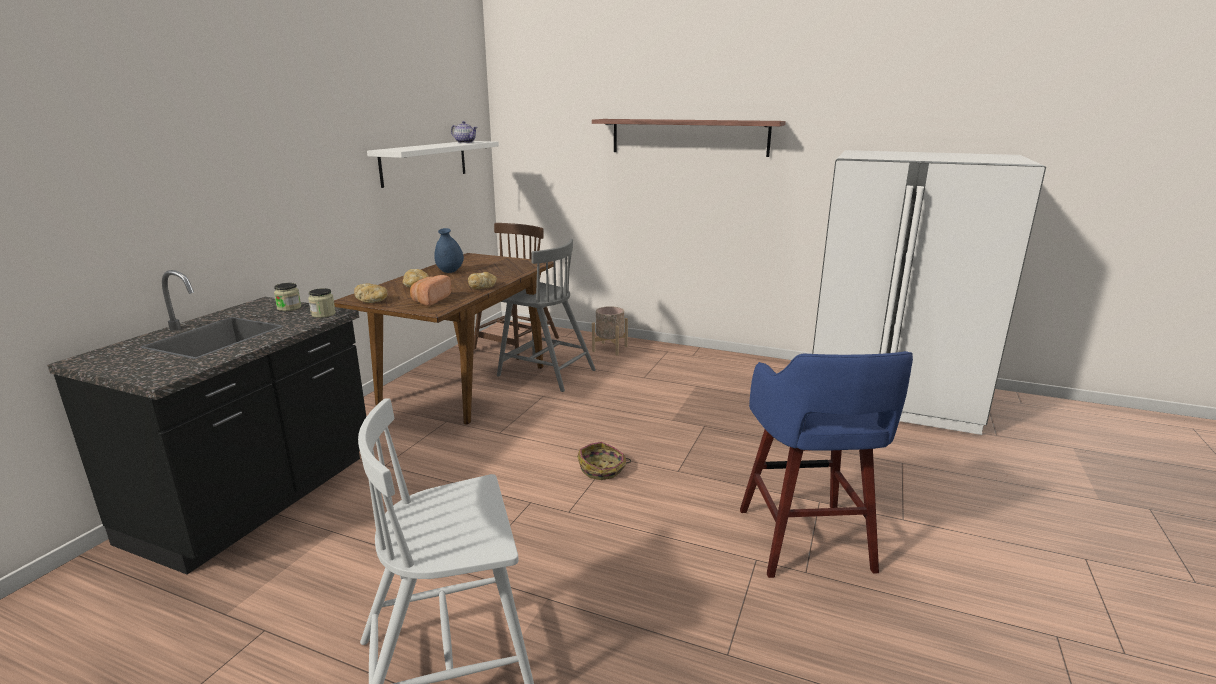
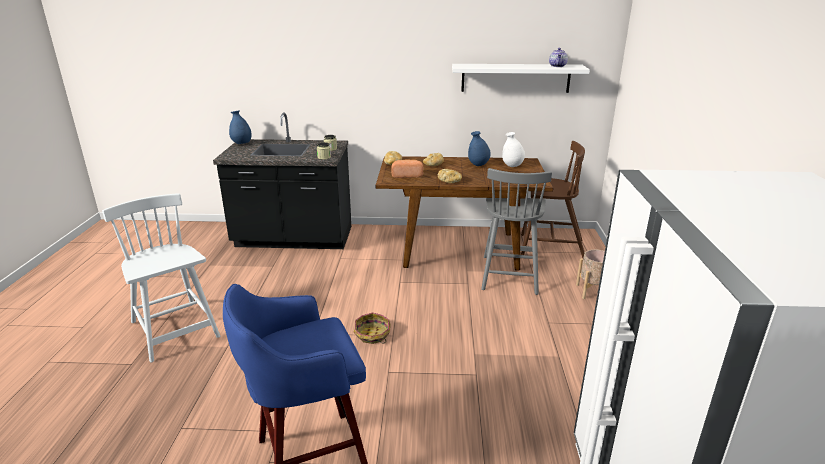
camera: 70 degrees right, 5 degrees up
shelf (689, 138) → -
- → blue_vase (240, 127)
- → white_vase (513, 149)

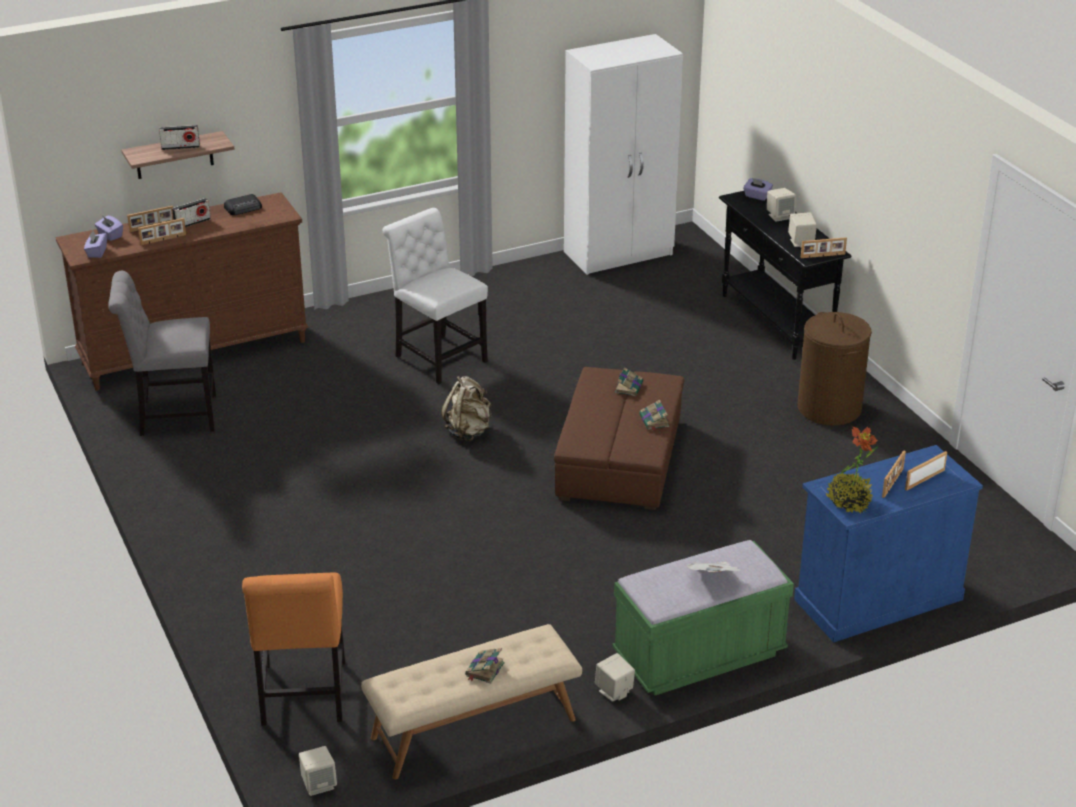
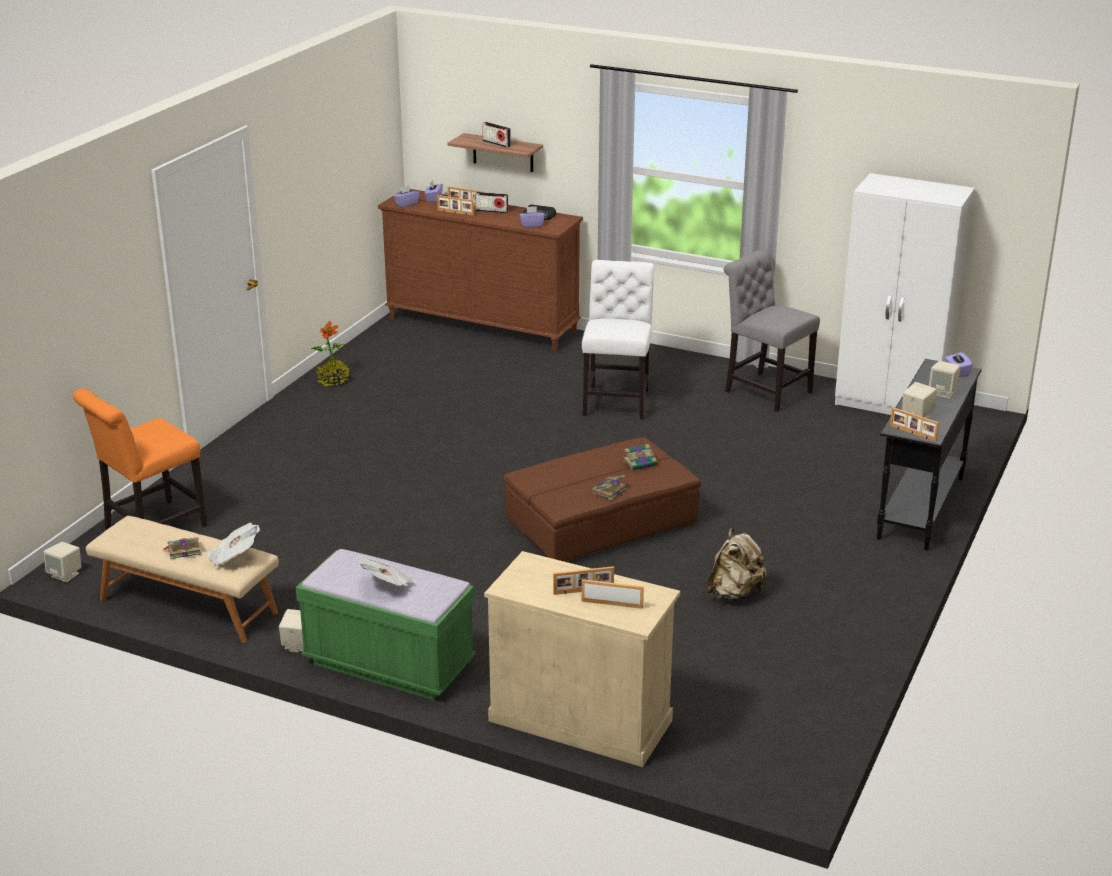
camera: 50 degrees right, 5 degrees down
brown_laundry_basket (835, 369) → -
- → newspaper (233, 544)
- → purple_tissue_box (532, 216)
grey_chair (162, 353) → grey_chair (772, 330), moved
beige_backpack (466, 408) → beige_backpack (737, 564), moved
potted_plant (852, 470) → potted_plant (330, 354), moved
blue_cabinet (888, 543) → beige_cabinet (582, 659)

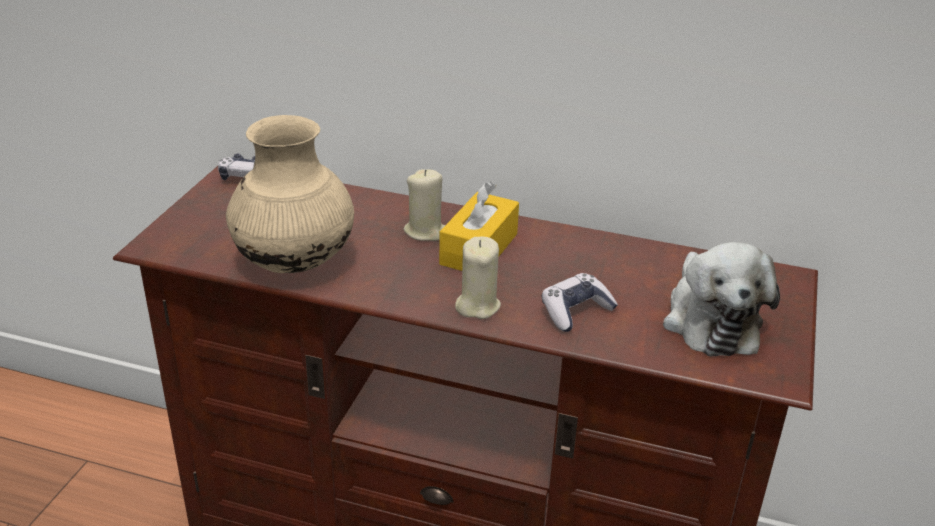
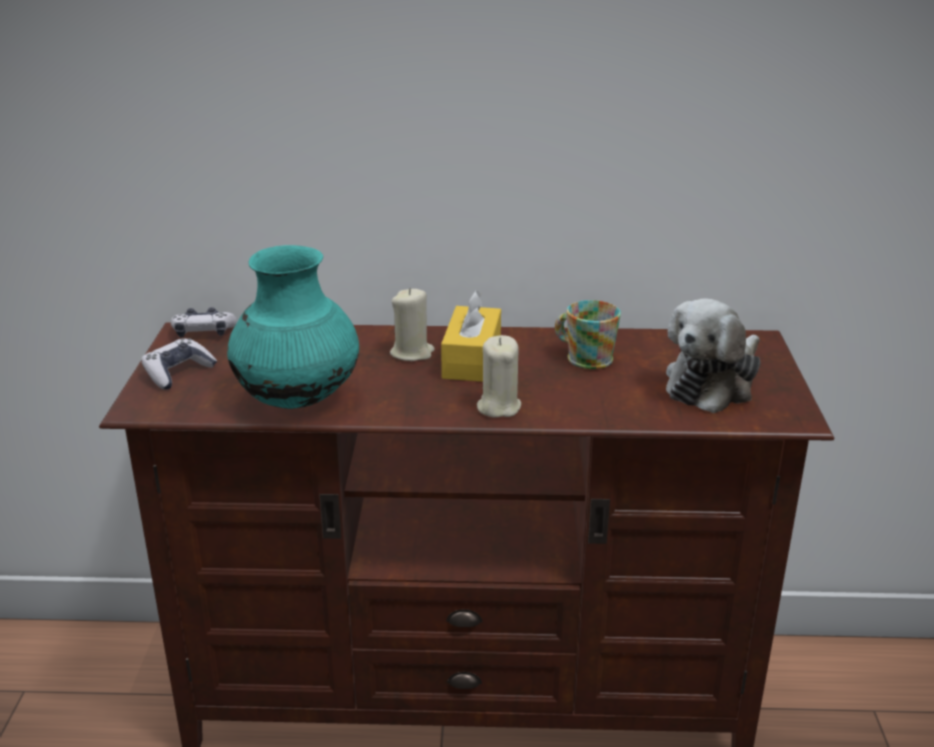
camera: 15 degrees left, 5 degrees down
- → mug (588, 334)
game_controller (580, 302) → game_controller (179, 364), moved
beige_vase (290, 194) → turquoise_vase (293, 327)
plush_toy (721, 299) → plush_toy (713, 355), 60 degrees clockwise

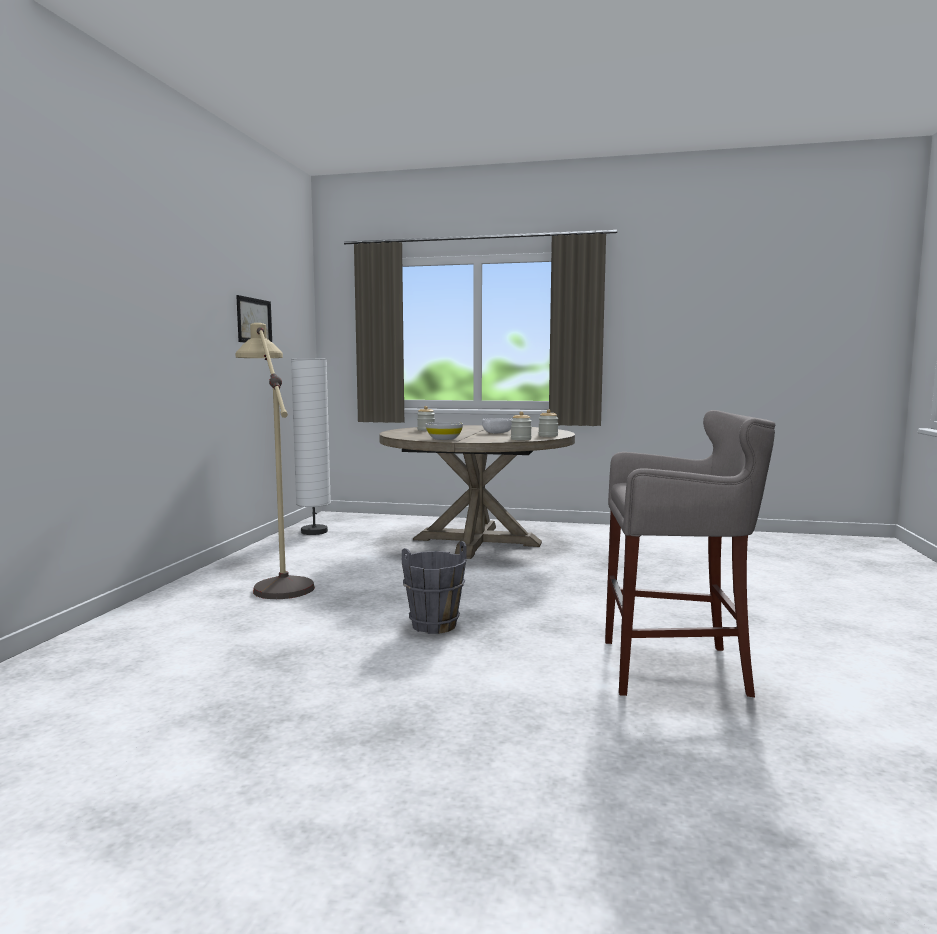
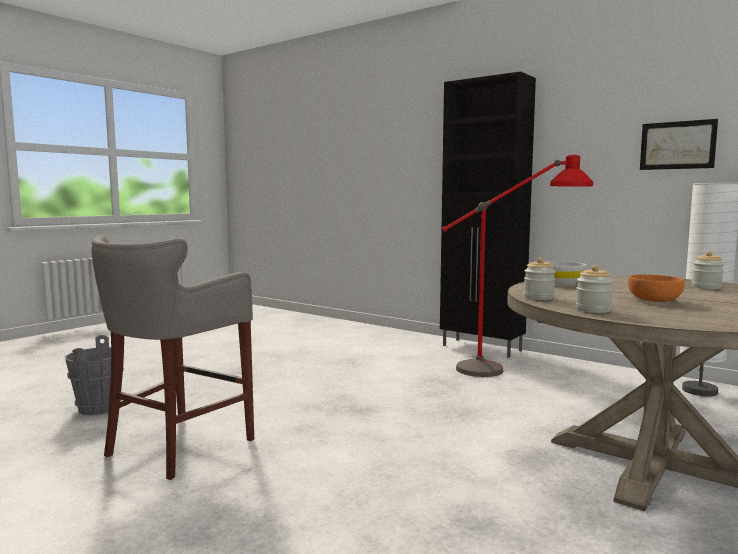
camera: 115 degrees right, 0 degrees up
- → black_cabinet (488, 214)
grey_bucket (434, 587) → grey_bucket (94, 375), moved
beige_floor_lamp (275, 461) → red_floor_lamp (517, 266)
white_bowl (497, 425) → orange_bowl (656, 288)

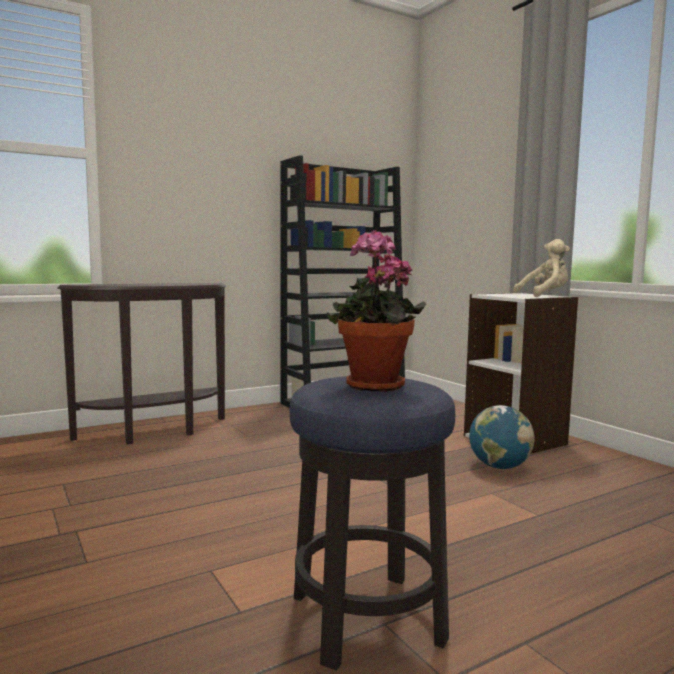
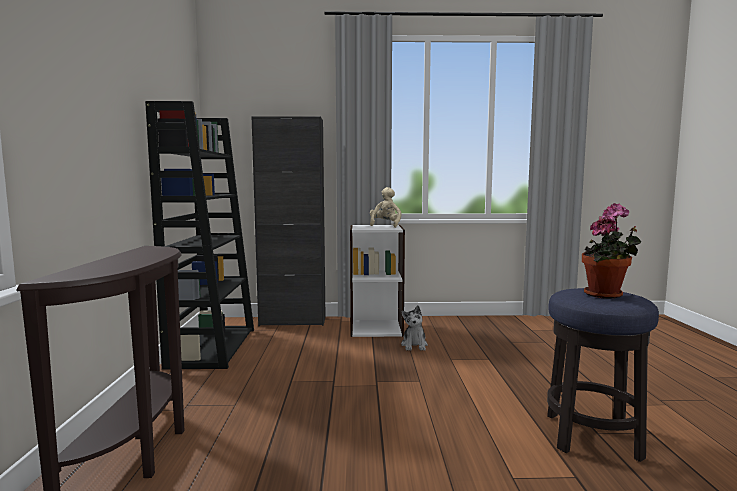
camera: 60 degrees left, 0 degrees up
- → black_cabinet (288, 221)
globe (502, 437) → plush_toy (414, 328)

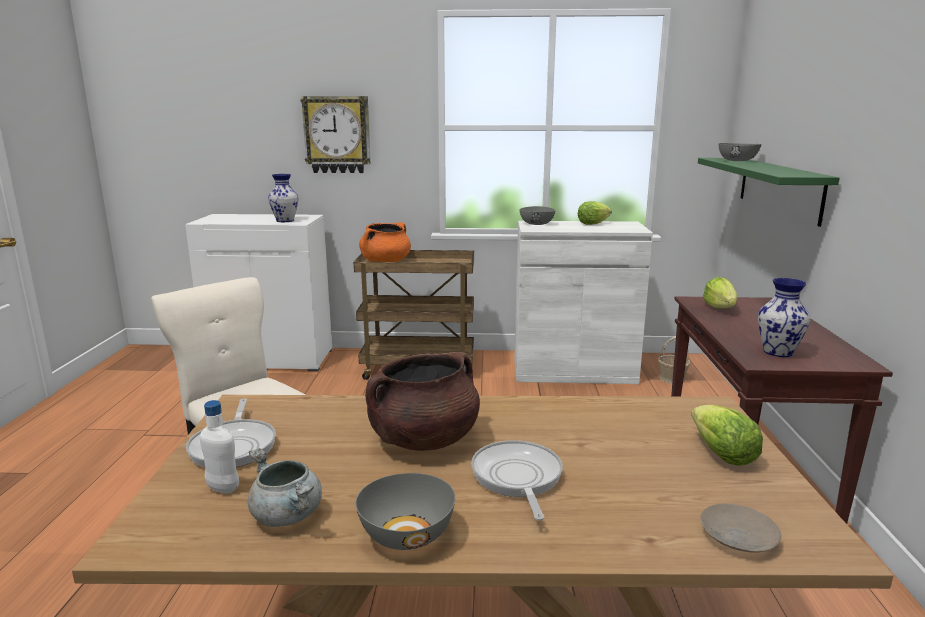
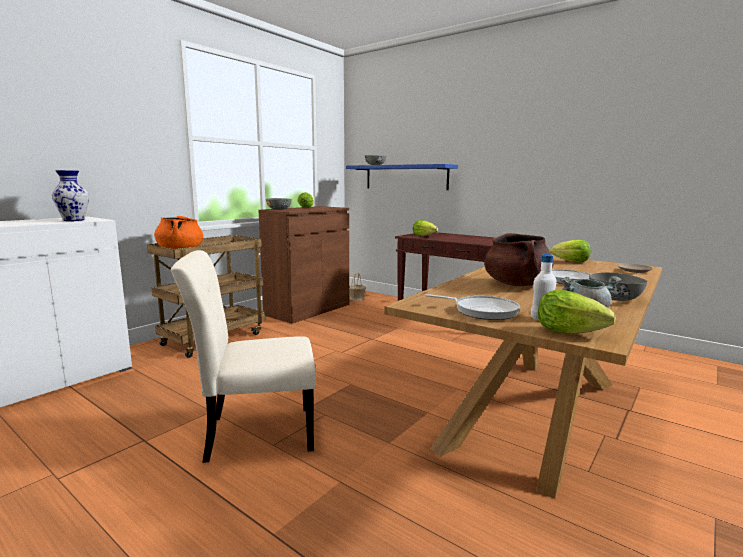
camera: 55 degrees left, 5 degrees down
wall_clock (335, 134) → -
vase (784, 317) → -
- → lettuce (577, 312)
white_cabinet (583, 302) → brown_cabinet (304, 265)
green_shelf (769, 192) → blue_shelf (402, 177)

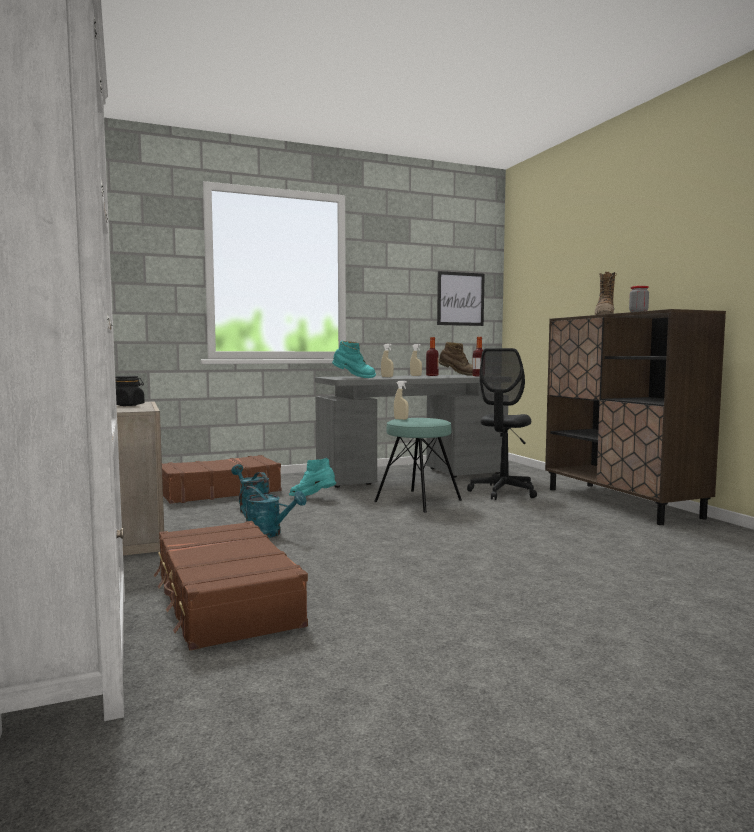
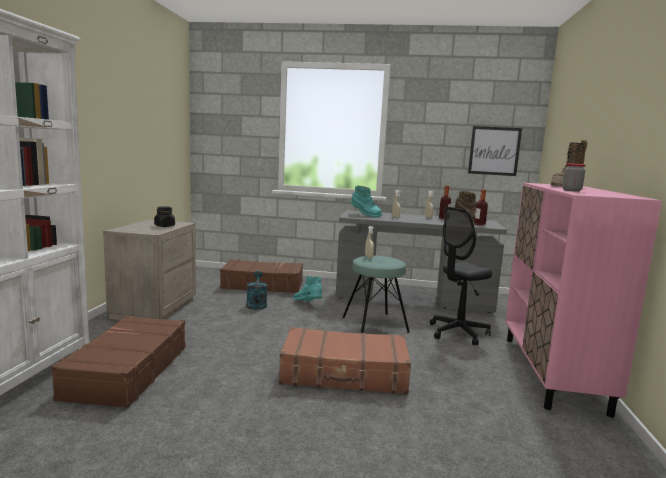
camera: 30 degrees right, 5 degrees up
turquoise_watering_can (272, 512) → -
- → brown_suitcase (345, 360)
brown_cabinet (635, 417) → pink_cabinet (583, 300)

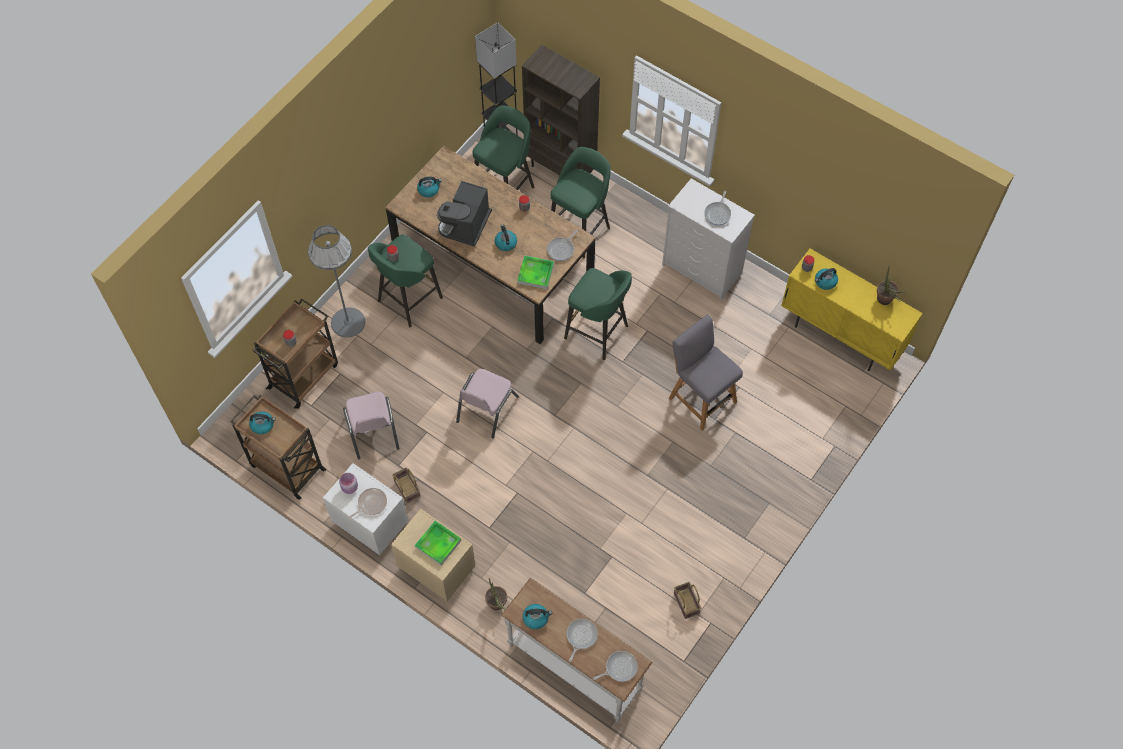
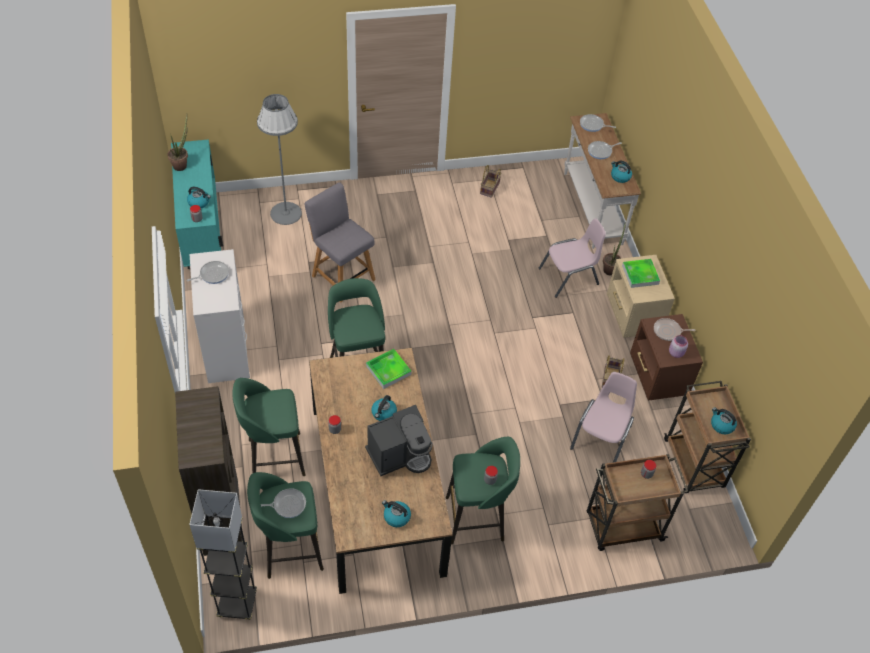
camera: 140 degrees left, 10 degrees down
grey_floor_lamp (336, 281) → grey_floor_lamp (279, 159), moved
pink_chair (487, 404) → pink_chair (572, 258), moved
frying_pan (562, 245) → frying_pan (283, 503), moved
white_nightstand (365, 509) → brown_nightstand (666, 357)
yellow_cabinet (852, 310) → turquoise_cabinet (197, 204)
grey_chair (706, 372) → grey_chair (340, 242), 135 degrees clockwise

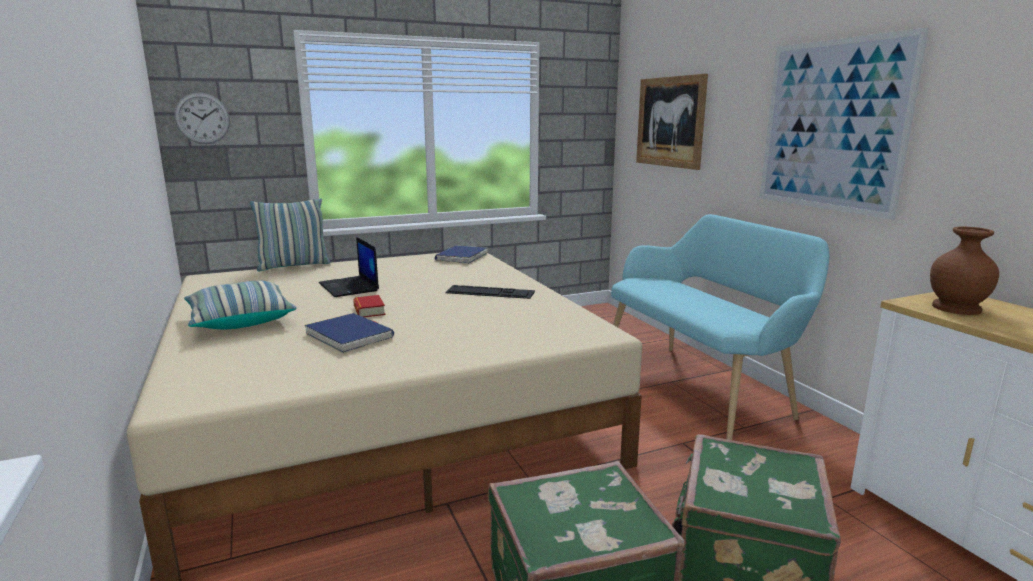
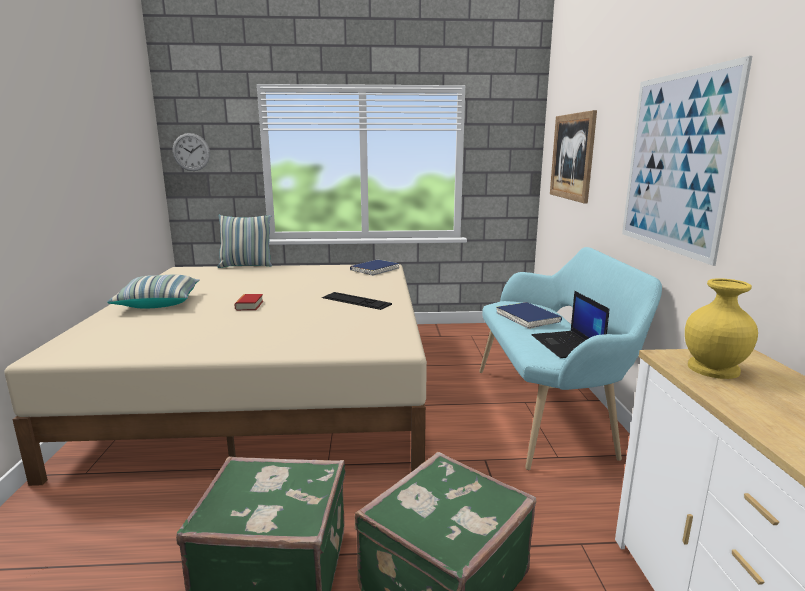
camera: 20 degrees right, 0 degrees up
blue_book (349, 333) → blue_book (529, 315), moved
laptop (349, 267) → laptop (570, 324), moved
brown_vase (964, 270) → yellow_vase (721, 328)

